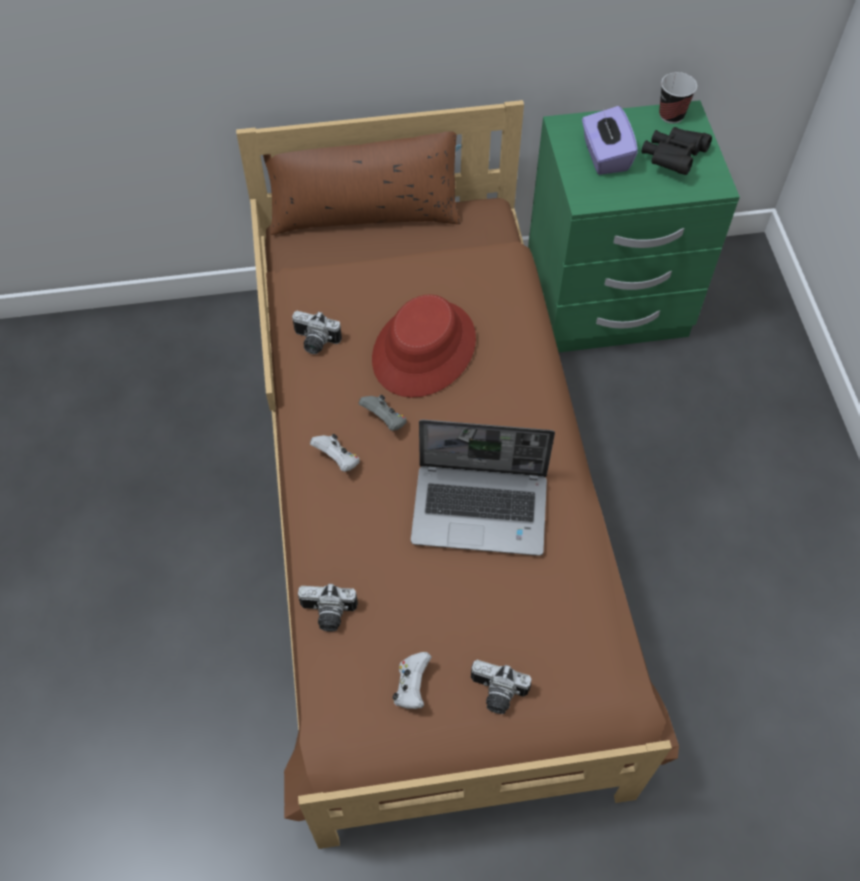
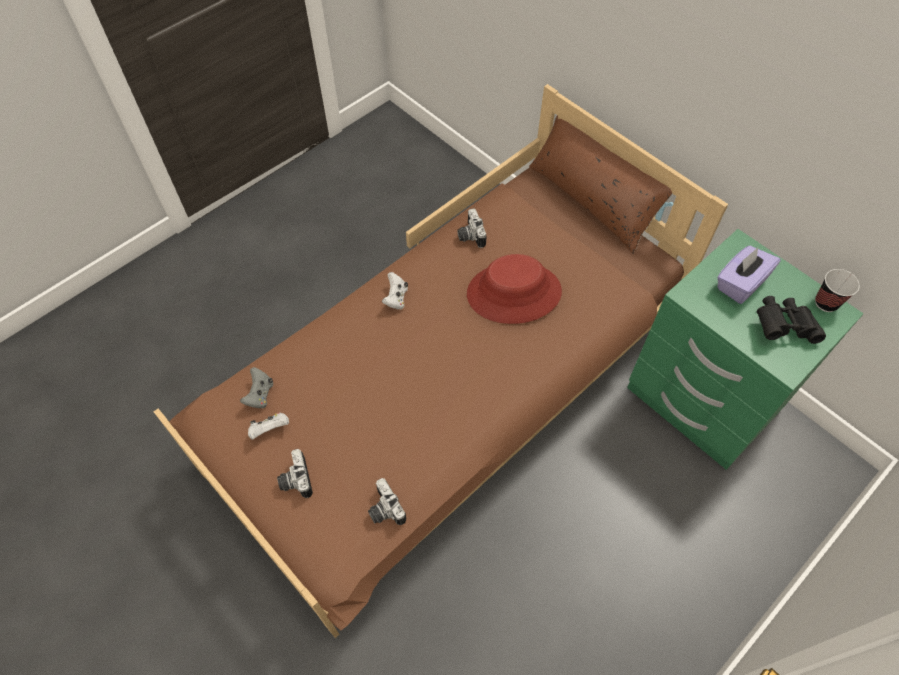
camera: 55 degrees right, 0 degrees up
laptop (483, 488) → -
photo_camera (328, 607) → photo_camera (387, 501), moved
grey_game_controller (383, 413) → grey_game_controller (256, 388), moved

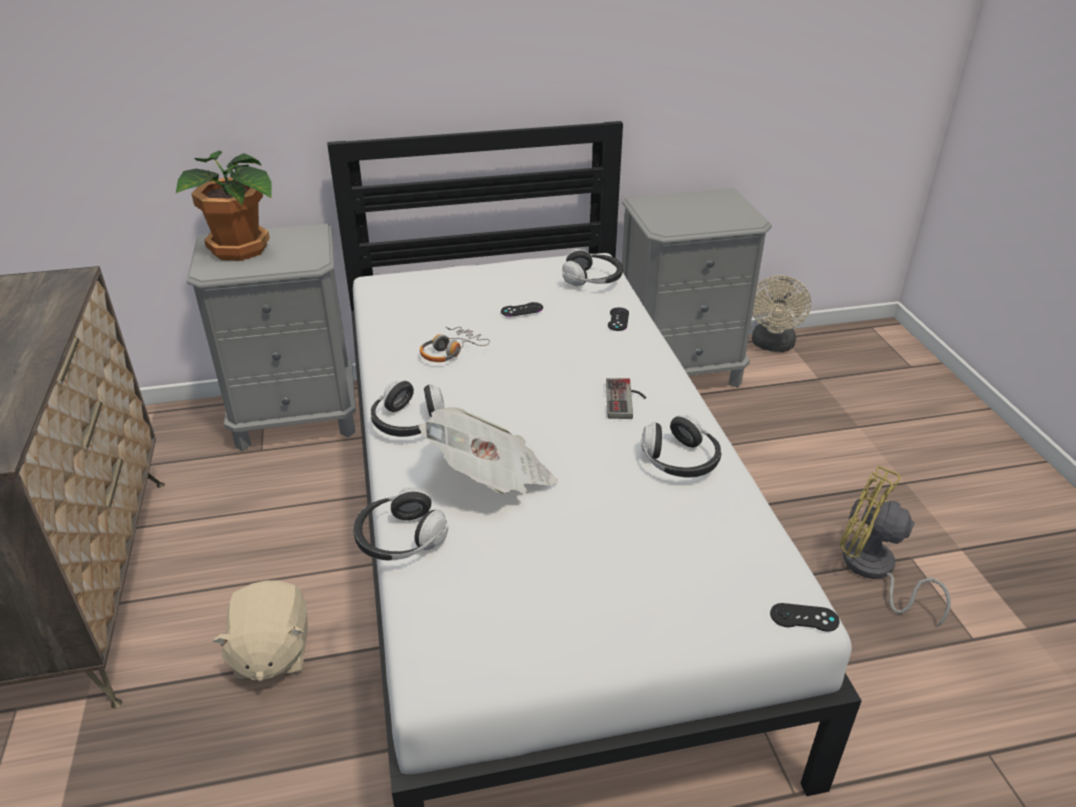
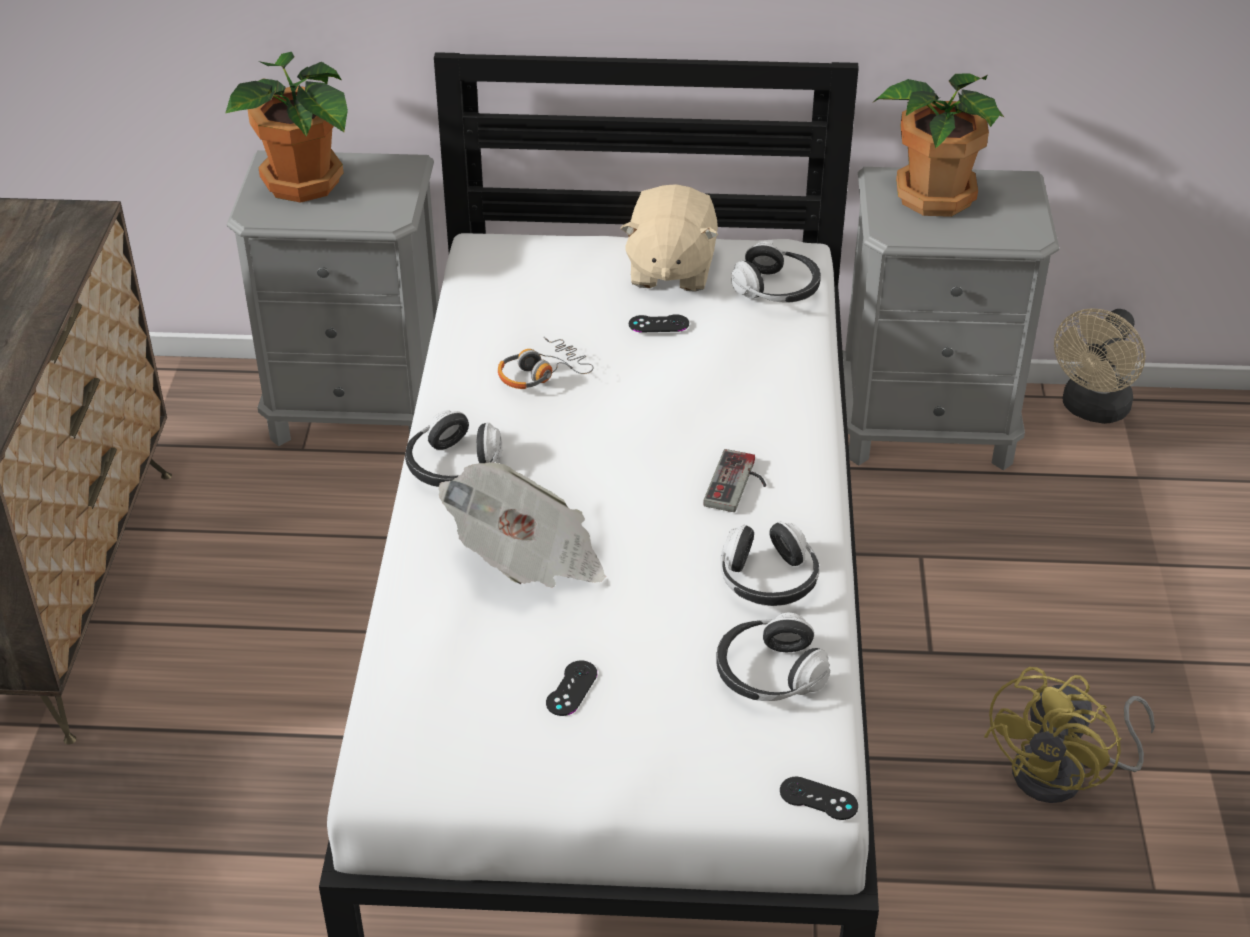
camera: 15 degrees right, 5 degrees up
- → potted_plant (938, 145)
beige_plush_toy (260, 630) → beige_plush_toy (669, 238), moved
headphones (400, 524) → headphones (773, 657), moved
black_game_controller (618, 319) → black_game_controller (571, 688), moved
yellow_fan (895, 546) → yellow_fan (1069, 735), 105 degrees counterclockwise

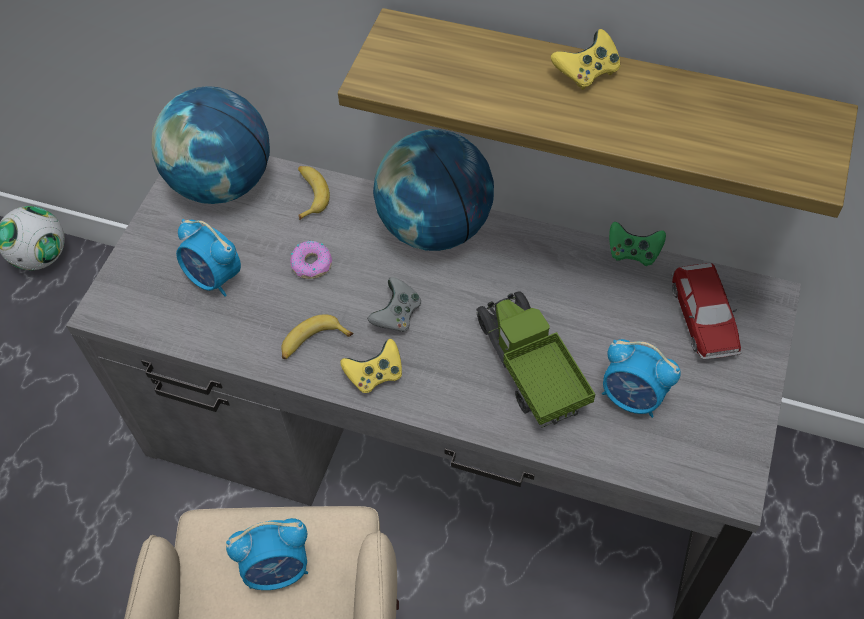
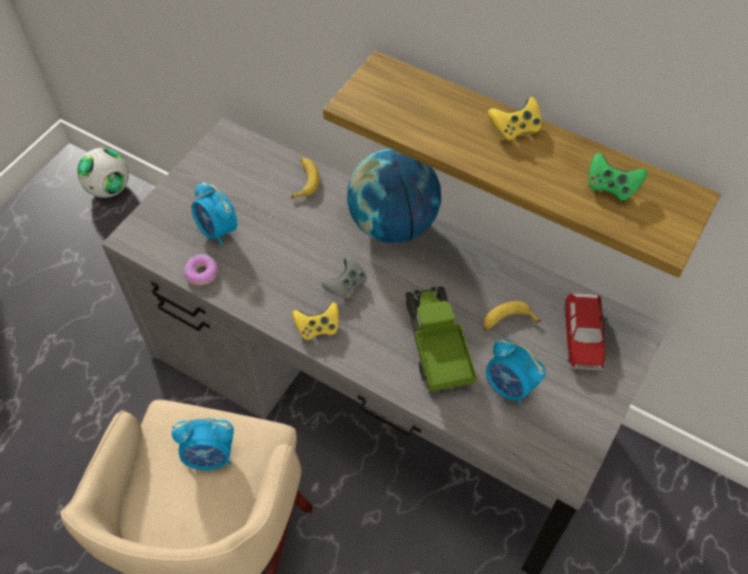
camera: 10 degrees right, 0 degrees up
globe (210, 145) → -
banana (317, 336) → banana (512, 316), moved
donut (311, 260) → donut (200, 269), moved
green_game_controller (637, 244) → green_game_controller (618, 177), moved

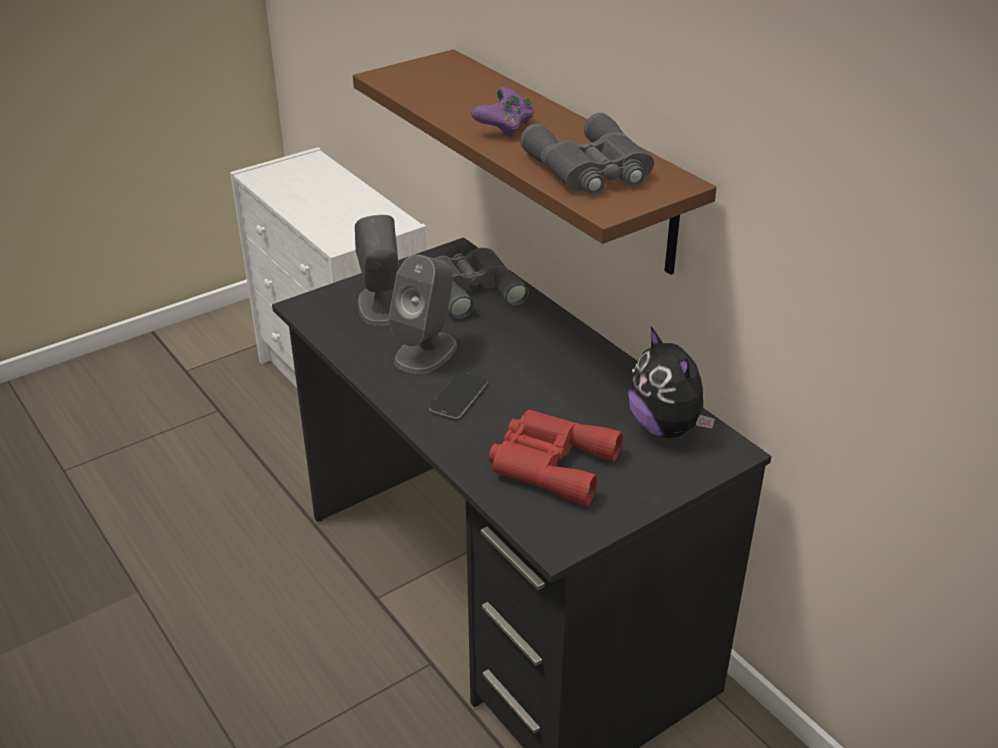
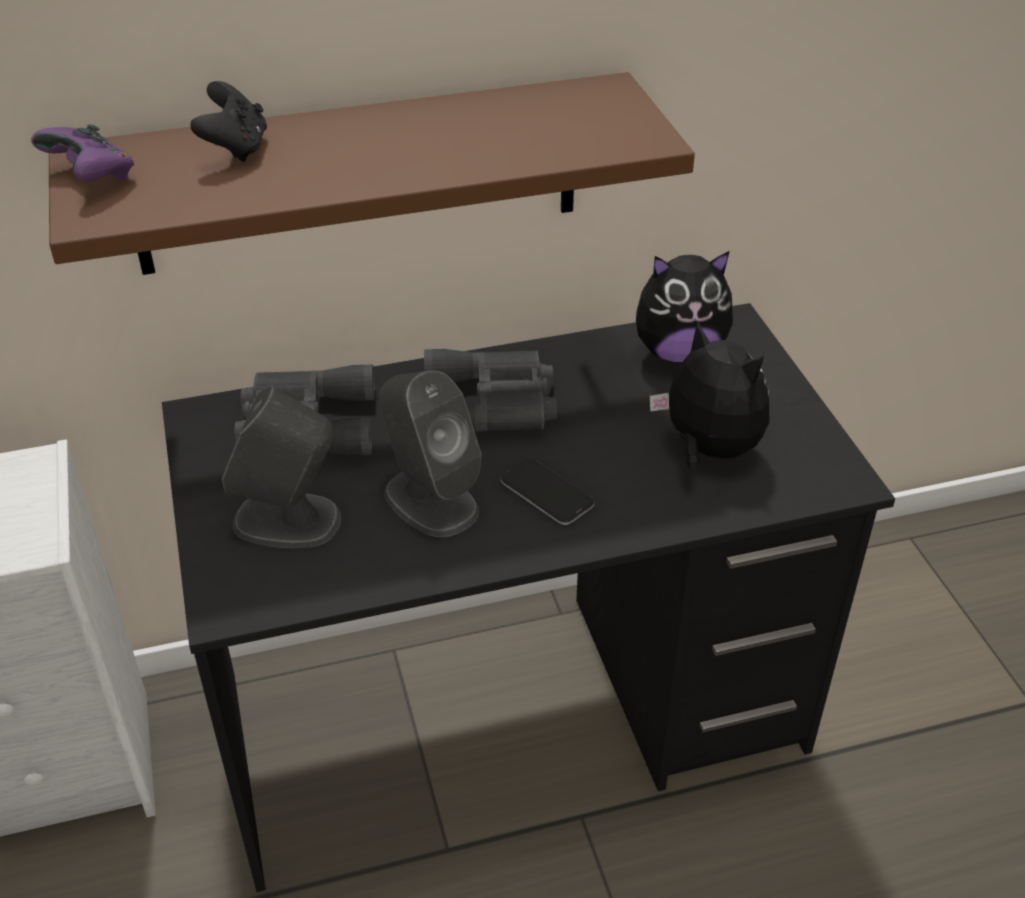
camera: 70 degrees left, 5 degrees up
- → black_game_controller (228, 121)
purple_game_controller (502, 112) → purple_game_controller (82, 152), moved
grey_binoculars (587, 153) → grey_binoculars (490, 390), moved
red_binoculars (556, 458) → plush_toy (709, 395)

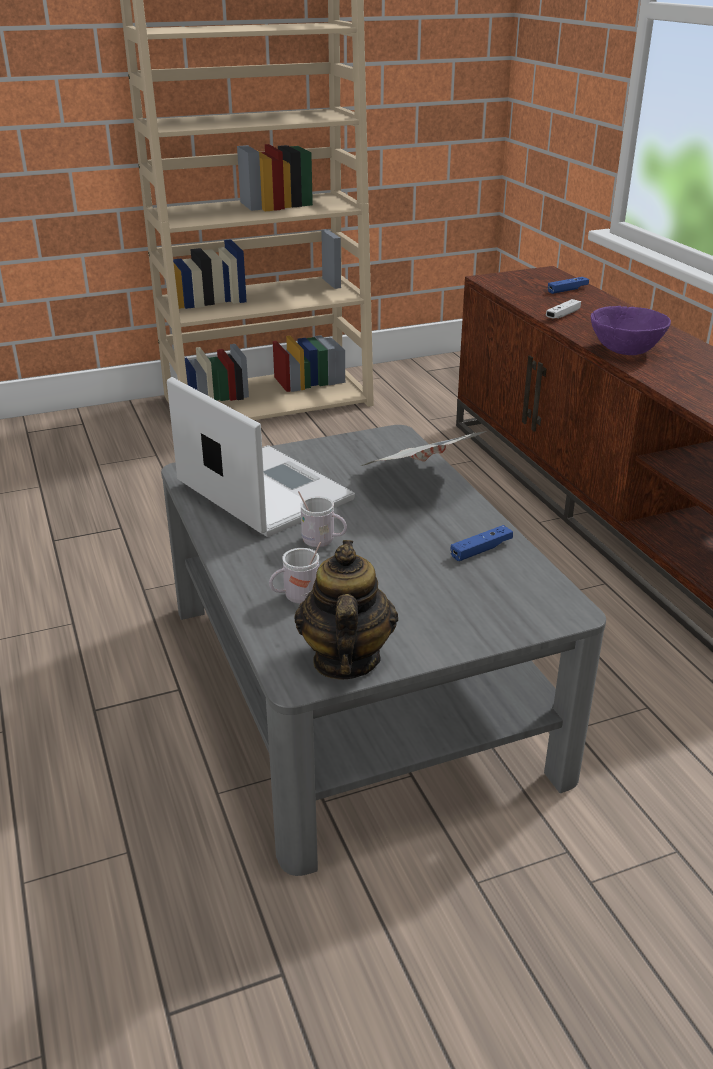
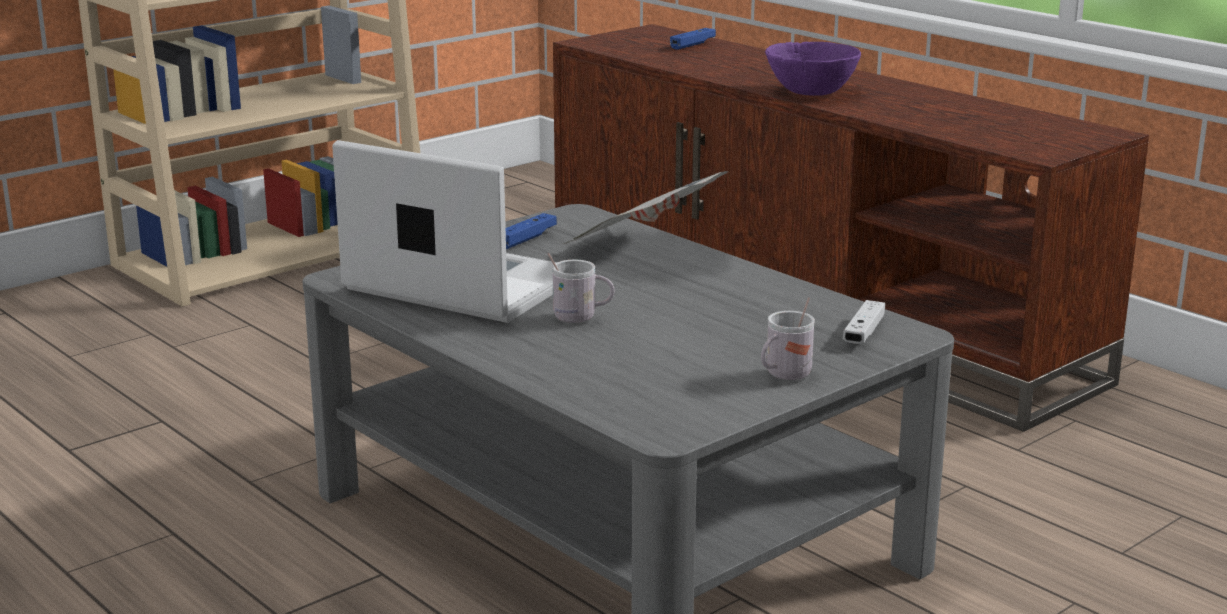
camera: 20 degrees left, 10 degrees down
teapot (346, 610) → -
white_mug (295, 573) → white_mug (788, 338), moved
blue_game_controller (482, 543) → blue_game_controller (531, 231), moved
white_game_controller (563, 309) → white_game_controller (864, 322), moved

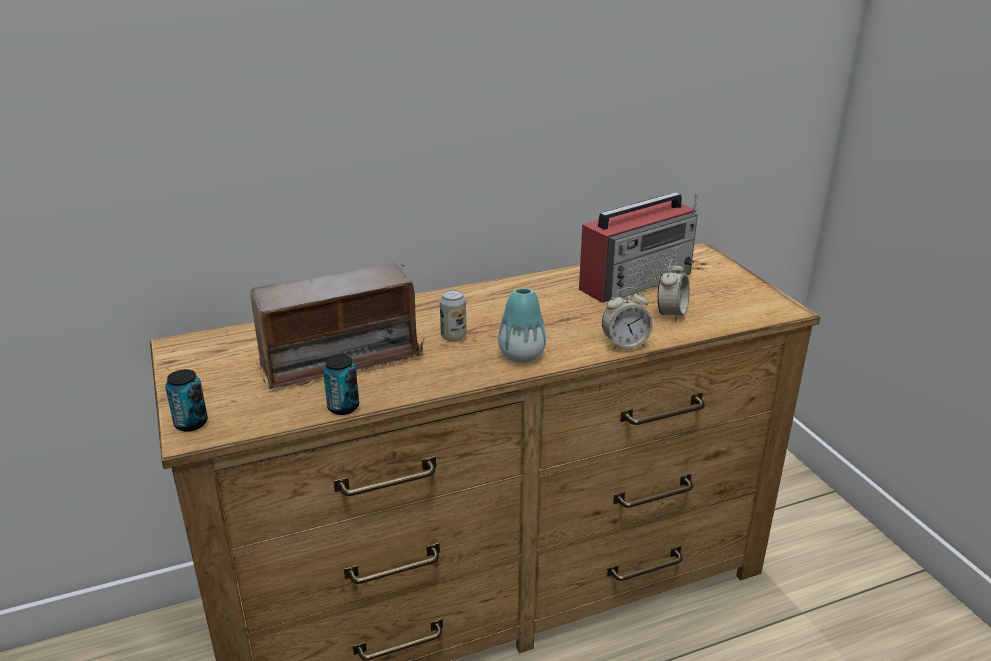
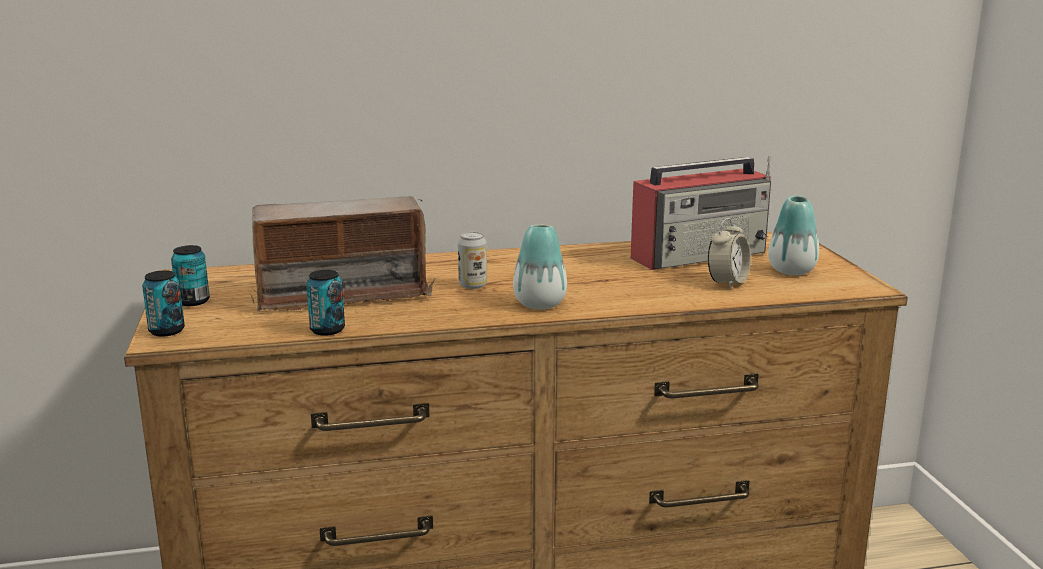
camera: 10 degrees right, 10 degrees down
alarm_clock (627, 318) → -
- → can (190, 275)
- → vase (793, 235)

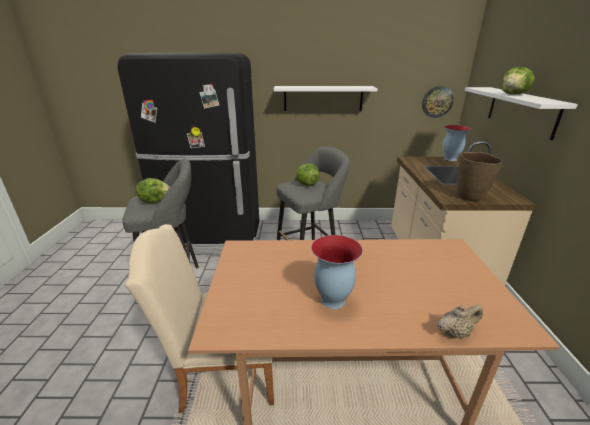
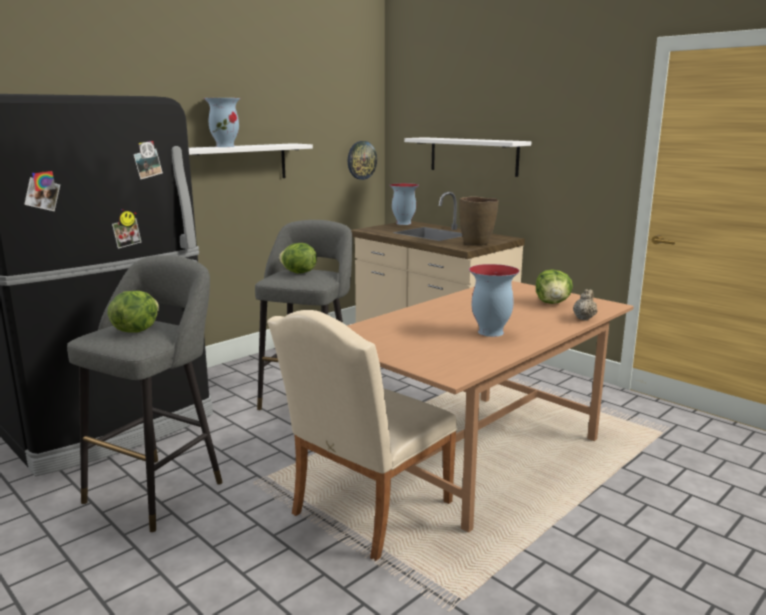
camera: 45 degrees left, 10 degrees down
- → vase (222, 122)
lettuce (518, 80) → lettuce (554, 287), moved

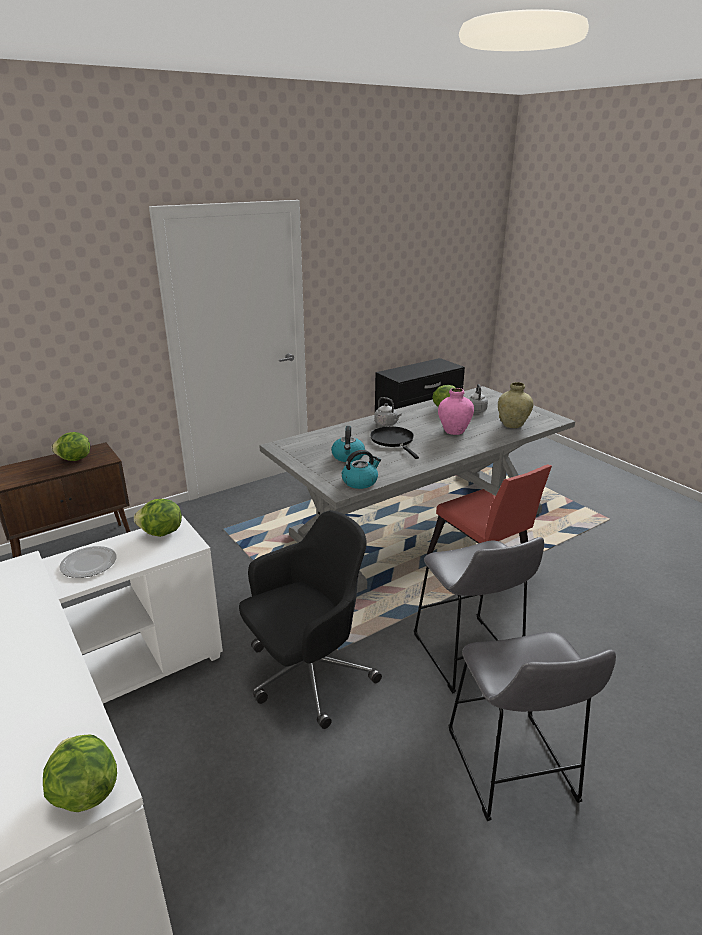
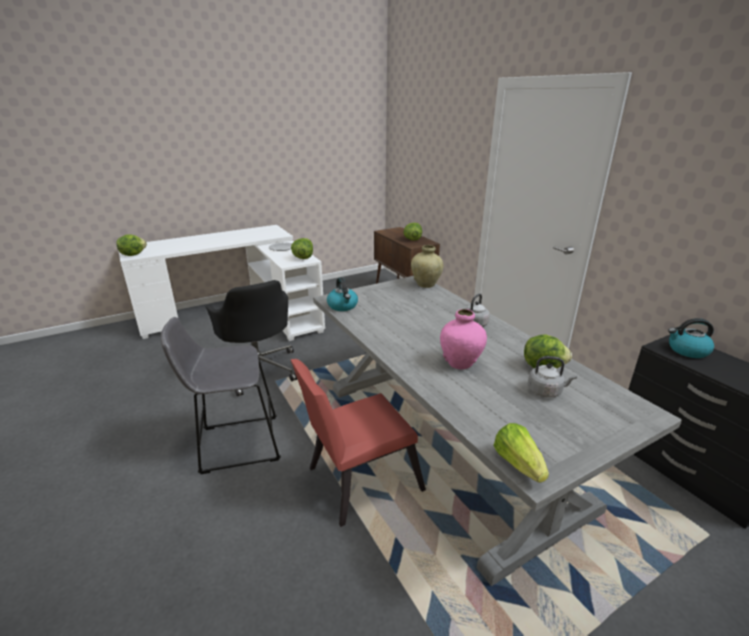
camera: 95 degrees right, 0 degrees up
black_frying_pan (394, 442) → -
grey_stool (532, 726) → -
- → lettuce (521, 453)
kettle (348, 444) → kettle (691, 338), moved
beige_vase (515, 405) → beige_vase (427, 266), moved

